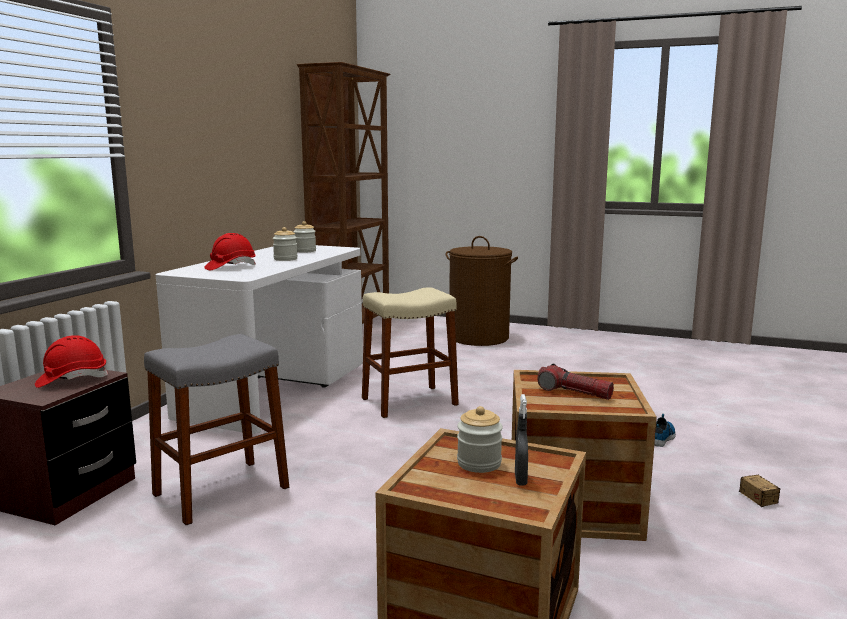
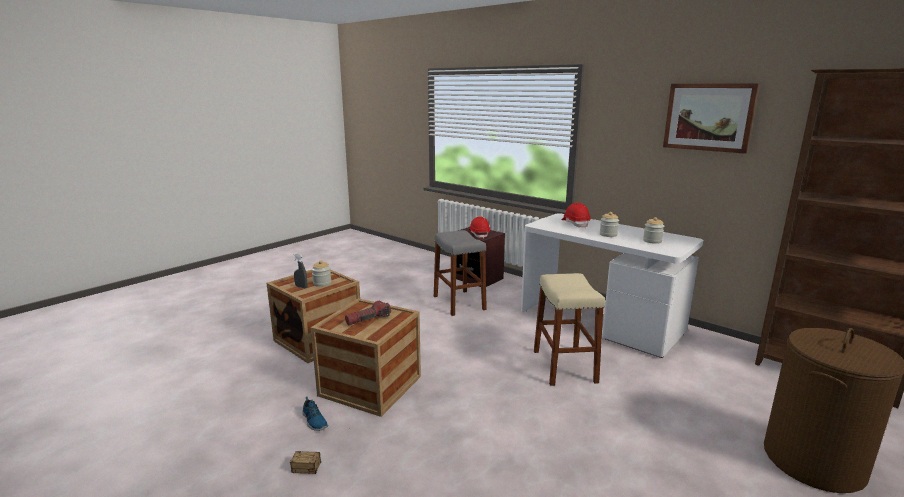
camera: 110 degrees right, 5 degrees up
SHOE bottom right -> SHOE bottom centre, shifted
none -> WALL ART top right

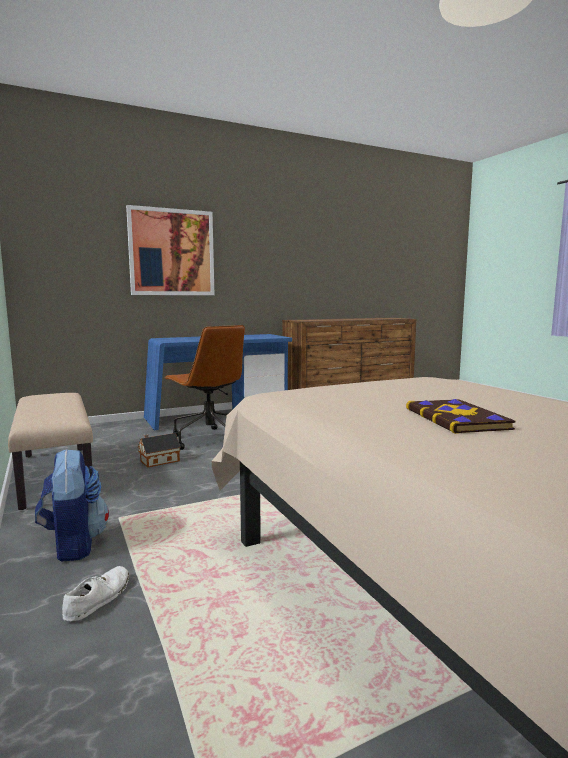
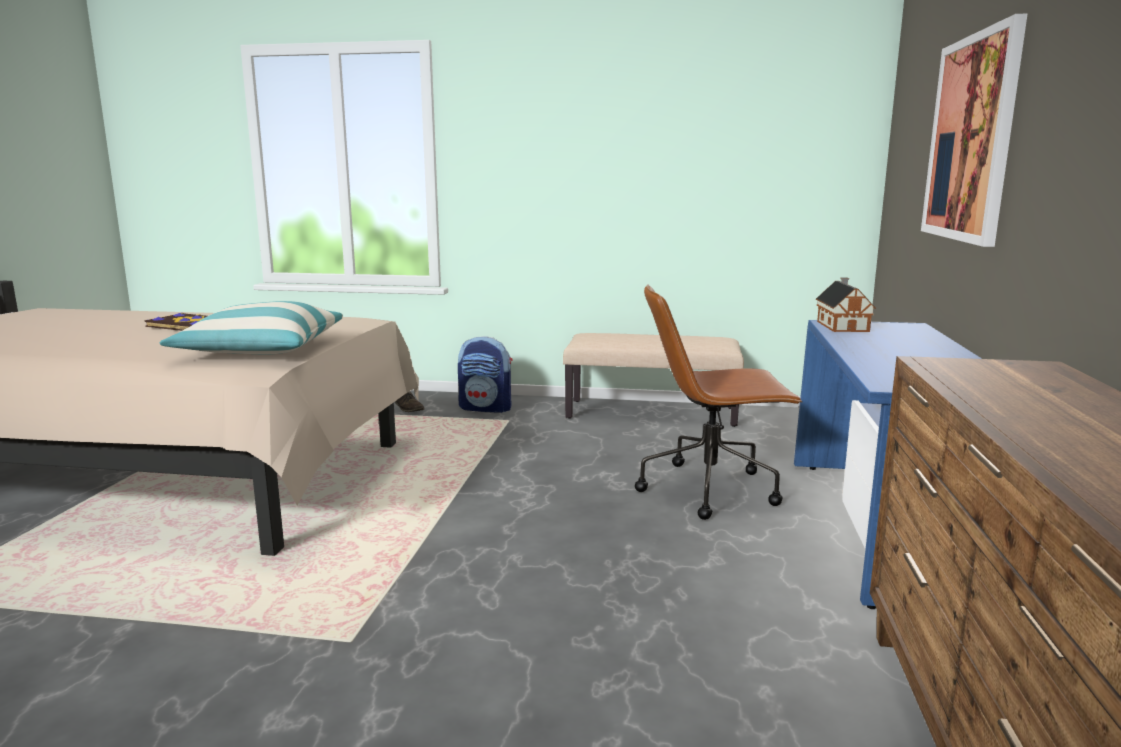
camera: 125 degrees right, 5 degrees up
WHITE SHOE bottom left -> BROWN SHOE centre
MINIATURE HOUSE middle left -> MINIATURE HOUSE middle right, shifted
none -> PILLOW middle left

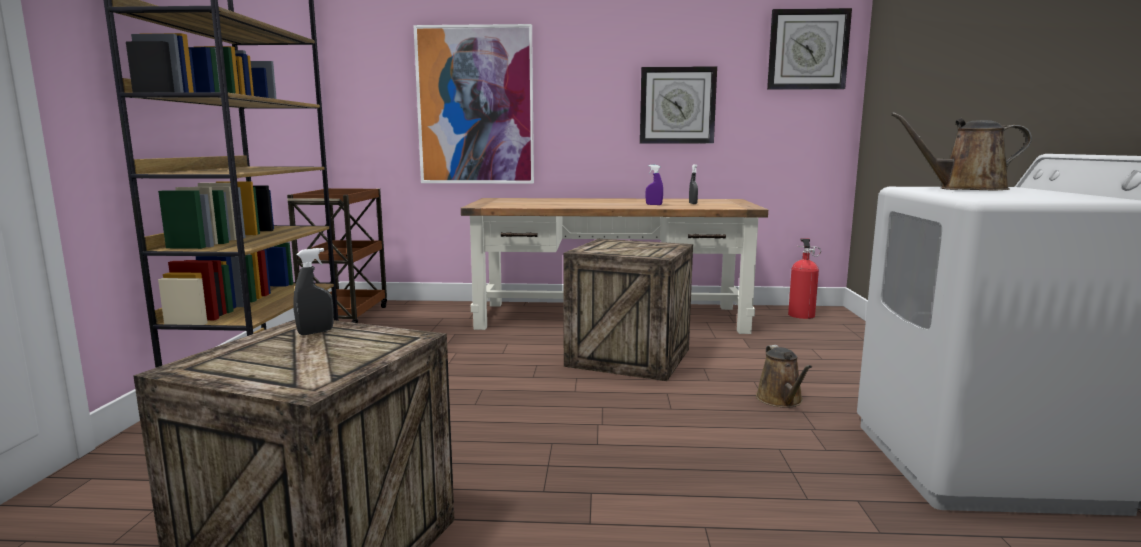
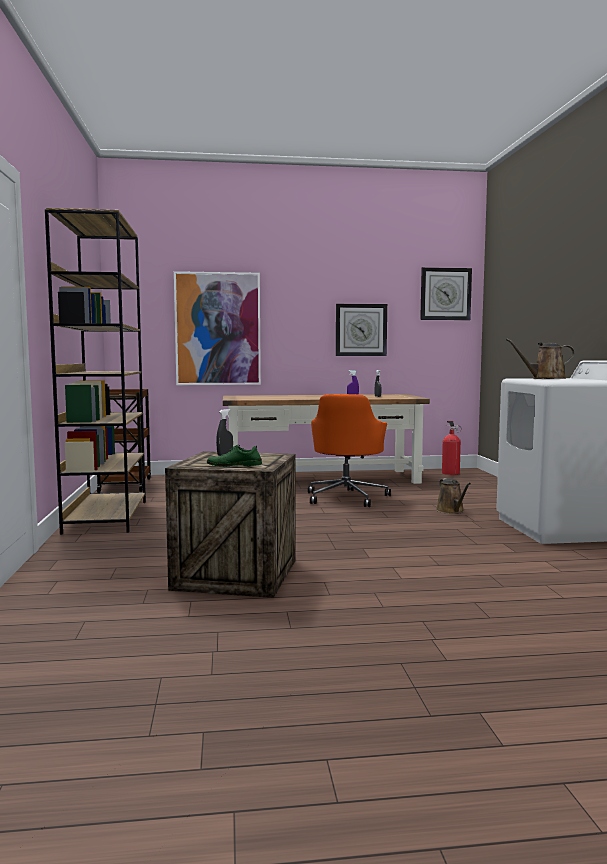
camera: 10 degrees left, 5 degrees down
CRATE (no. 2 from left) centre -> ORANGE OFFICE CHAIR centre
none -> GREEN SHOE centre

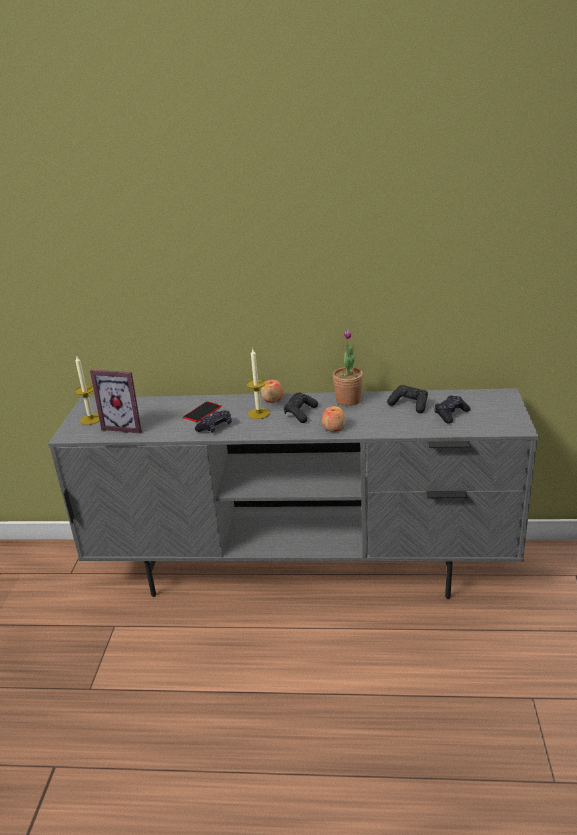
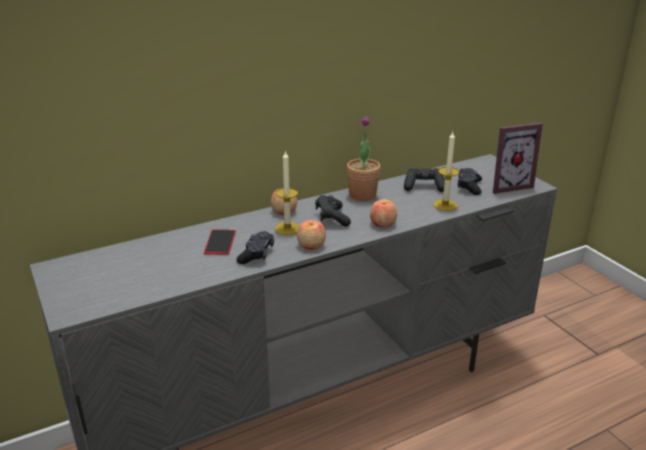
camera: 35 degrees left, 0 degrees up
WAX CANDLE (no. 1 from left in the first image) middle left -> WAX CANDLE (no. 2 from left) middle right, shifted
PICTURE FRAME middle left -> PICTURE FRAME middle right, shifted
none -> WHOLE APPLE (no. 2 from left) centre

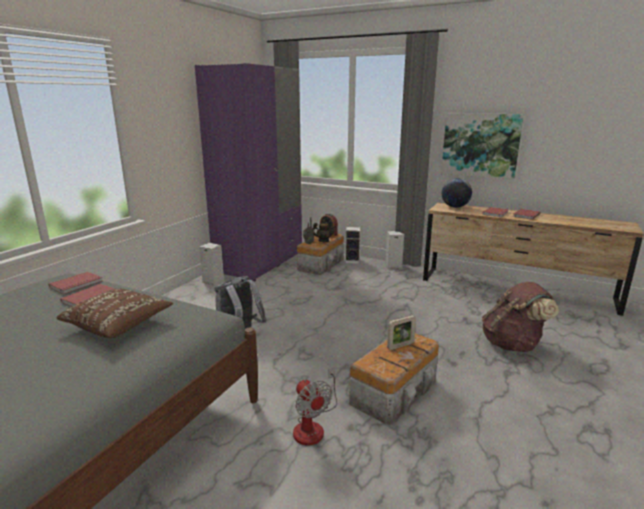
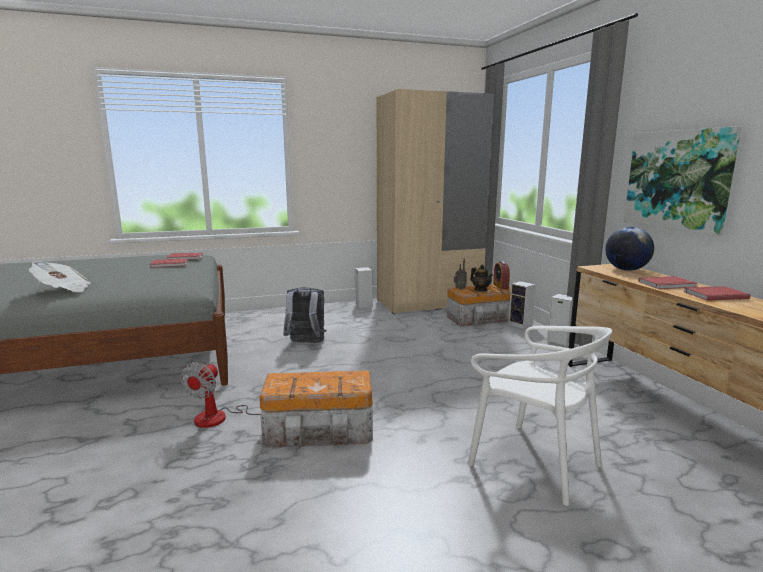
camera: 45 degrees right, 5 degrees down
BROWN PILLOW middle left -> none
PURPLISH CLOTHES CUPBOARD centre -> SAND-COLOURED CLOTHES CUPBOARD centre
PICTURE FRAME centre -> none
BROWN RUCKSACK middle right -> WHITE UPRIGHT CHAIR bottom right
none -> DAILY PAPER middle left

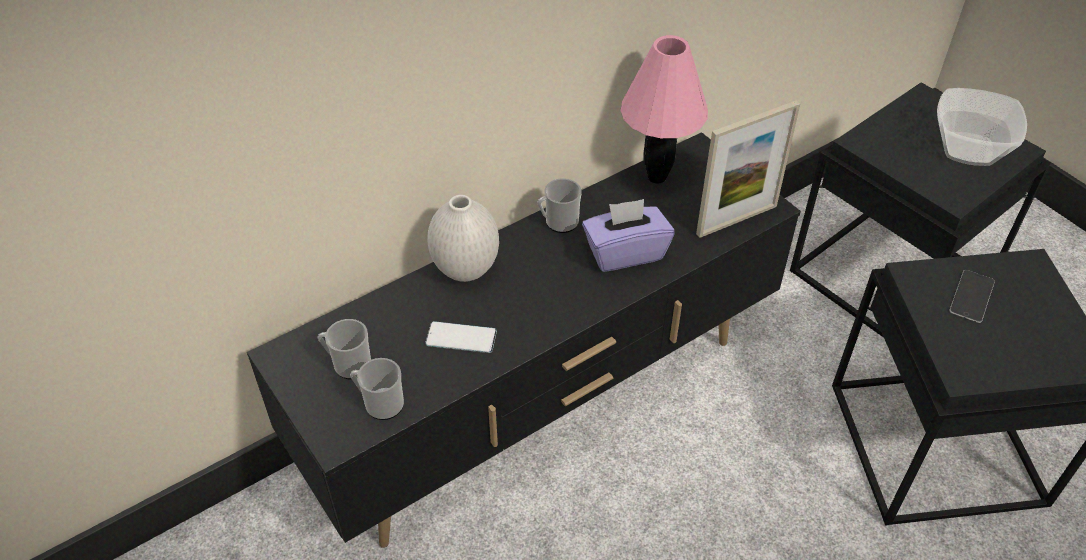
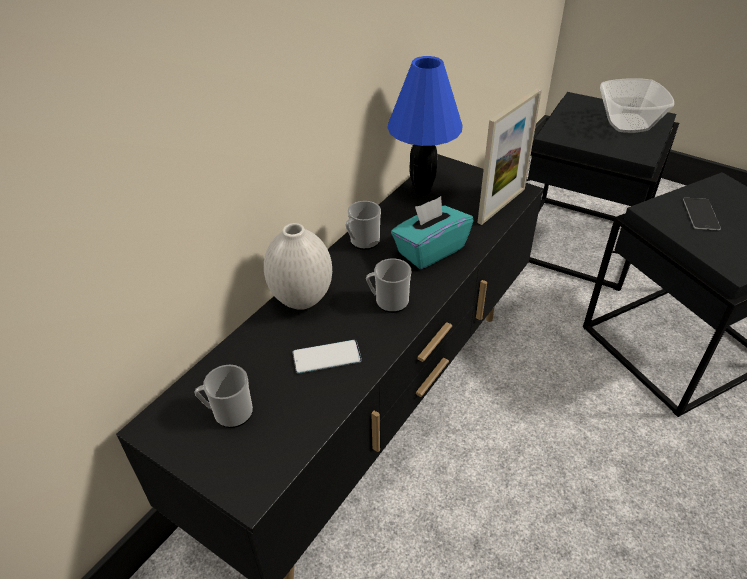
camera: 20 degrees left, 5 degrees down
MUG (no. 2 from left in the first image) bottom centre -> MUG (no. 3 from left) centre, shifted
PURPLISH TISSUE BOX centre -> TURQUOISE TISSUE BOX centre
PINK-COLOURED TABLETOP LAMP top centre -> BLUE-COLOURED TABLETOP LAMP top centre

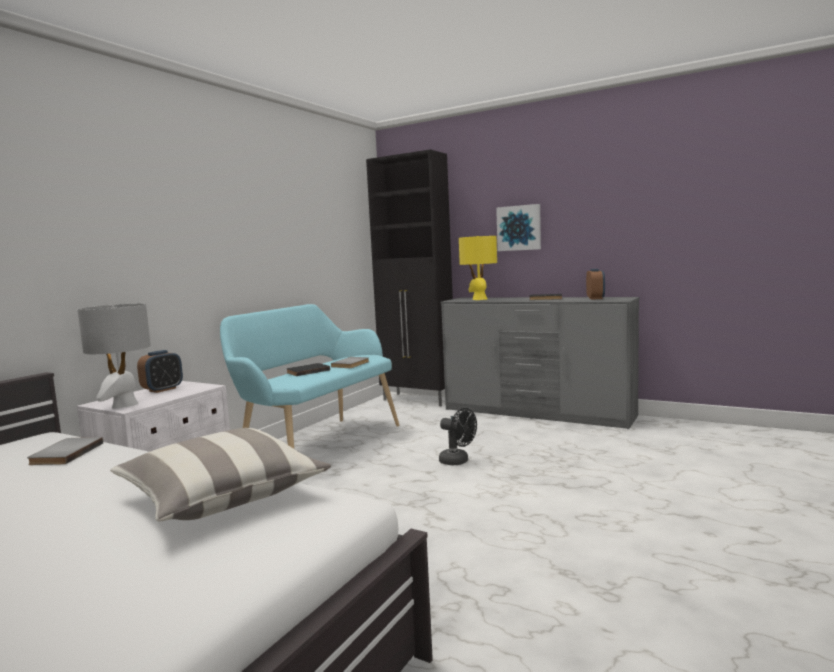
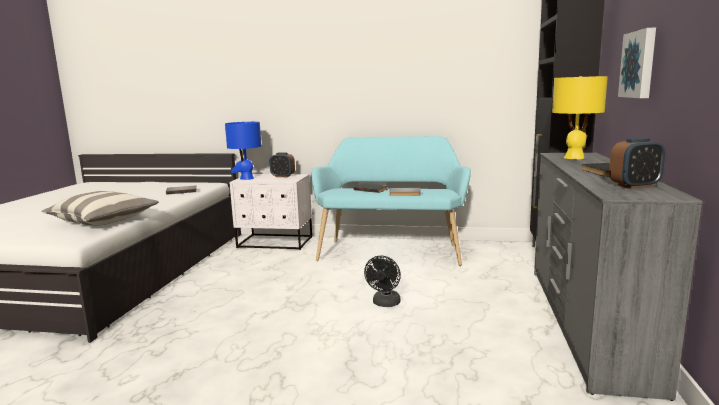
camera: 70 degrees right, 5 degrees up
GREYISH TABLETOP LAMP middle left -> BLUE-COLOURED TABLETOP LAMP centre

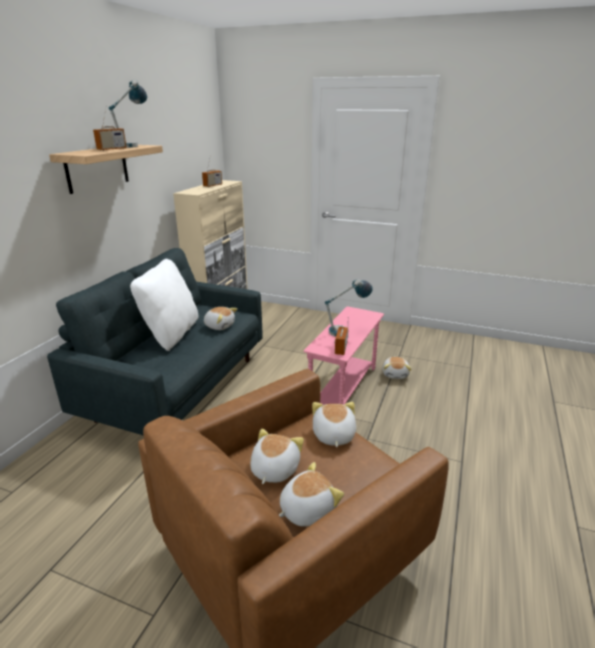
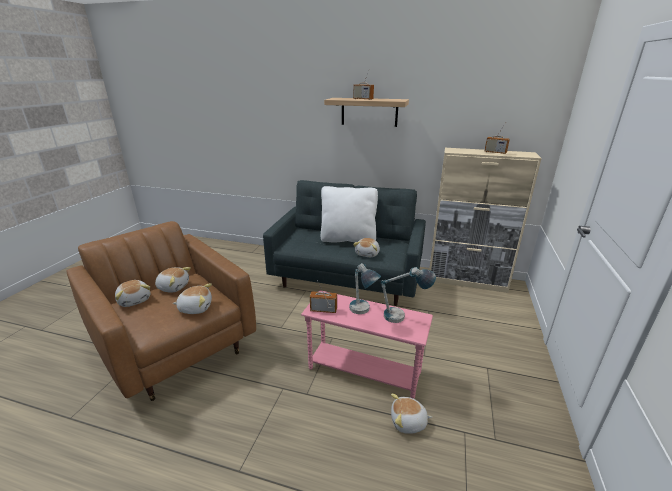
camera: 85 degrees right, 0 degrees up
TABLETOP LAMP (no. 1 from left in the first image) top left -> TABLETOP LAMP (no. 2 from left) centre, shifted

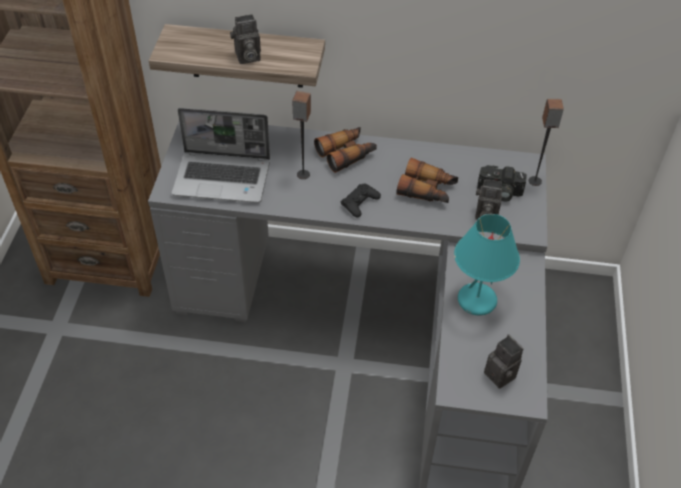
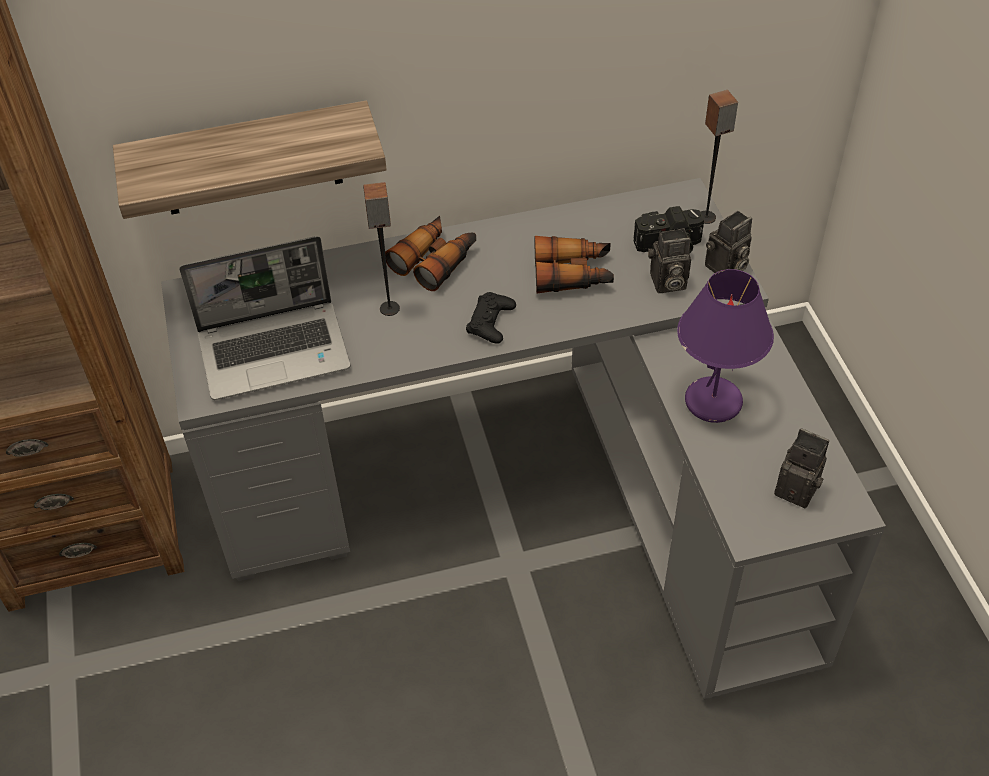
camera: 20 degrees left, 0 degrees up
PHOTO CAMERA (no. 1 from left in the first image) top centre -> PHOTO CAMERA (no. 3 from left) top right, shifted
TURQUOISE TABLETOP LAMP middle right -> PURPLISH TABLETOP LAMP middle right

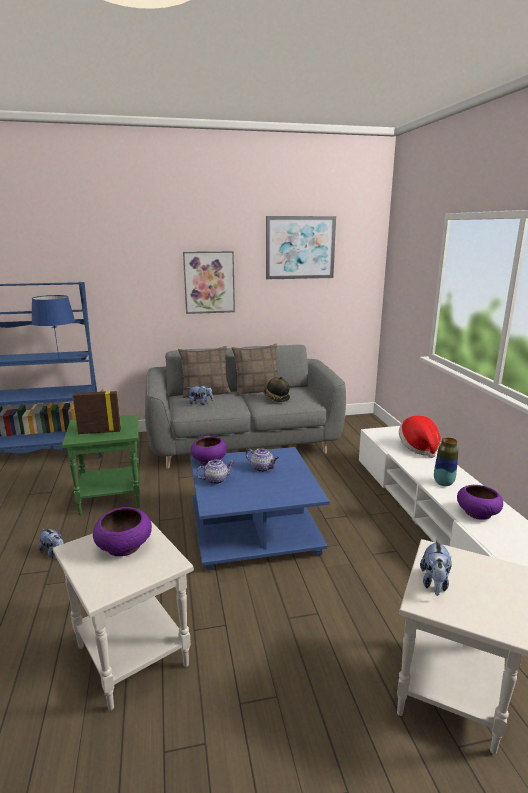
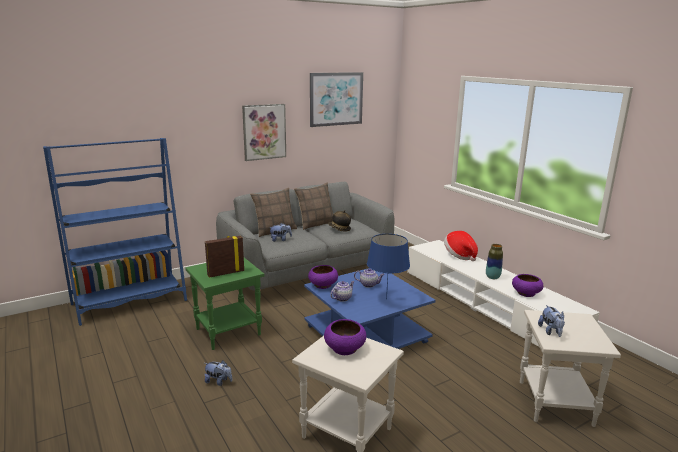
camera: 20 degrees left, 0 degrees up
BLUE-COLOURED TABLETOP LAMP middle left -> BLUE-COLOURED TABLETOP LAMP centre, shifted

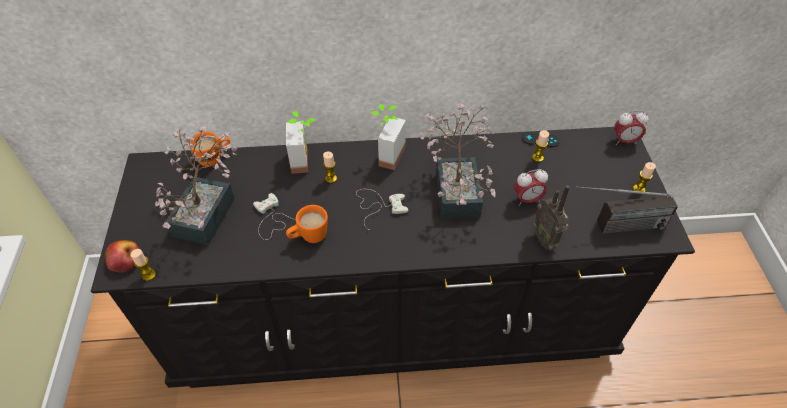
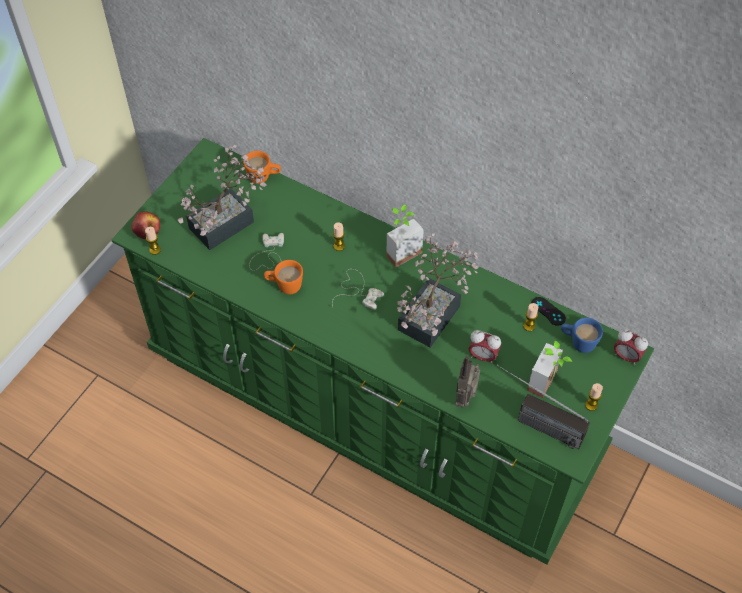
camera: 35 degrees right, 5 degrees up
BLACK DRAWER CHEST centre -> GREEN DRAWER CHEST centre
HOUSEPLANT (no. 2 from left in the first image) centre -> HOUSEPLANT (no. 4 from left) middle right, shifted
none -> BLUE-COLOURED MUG middle right

